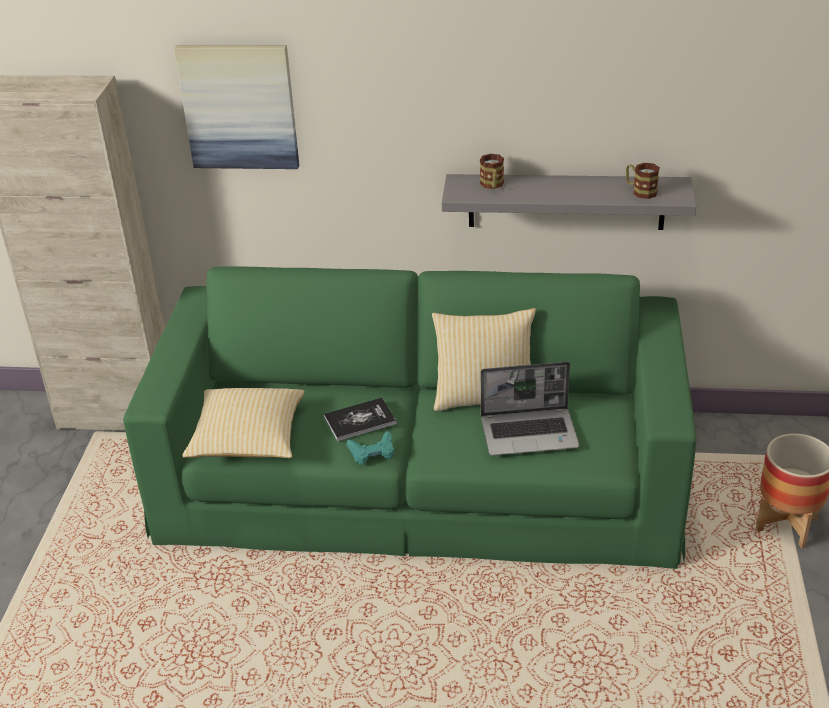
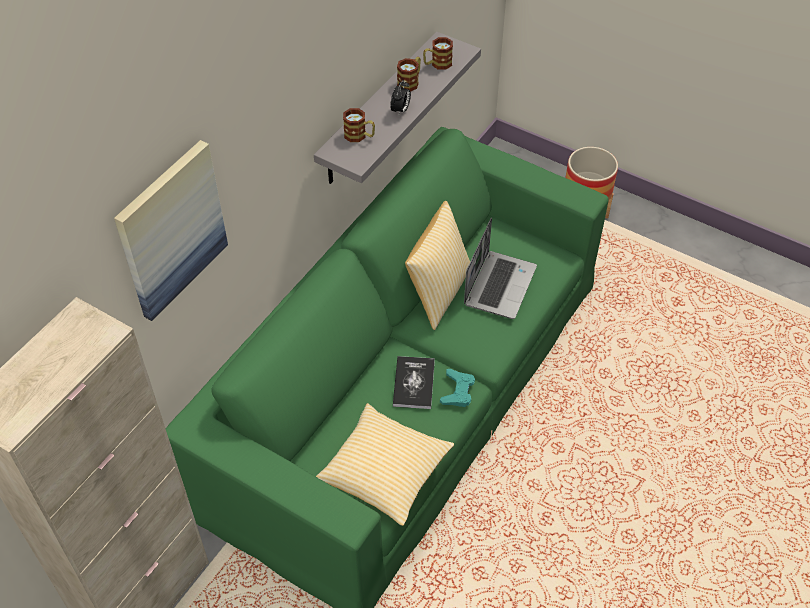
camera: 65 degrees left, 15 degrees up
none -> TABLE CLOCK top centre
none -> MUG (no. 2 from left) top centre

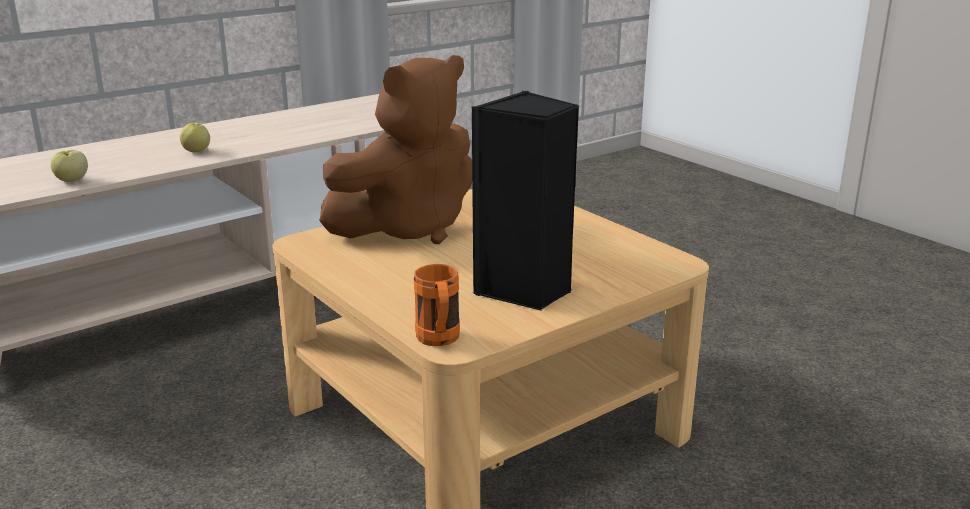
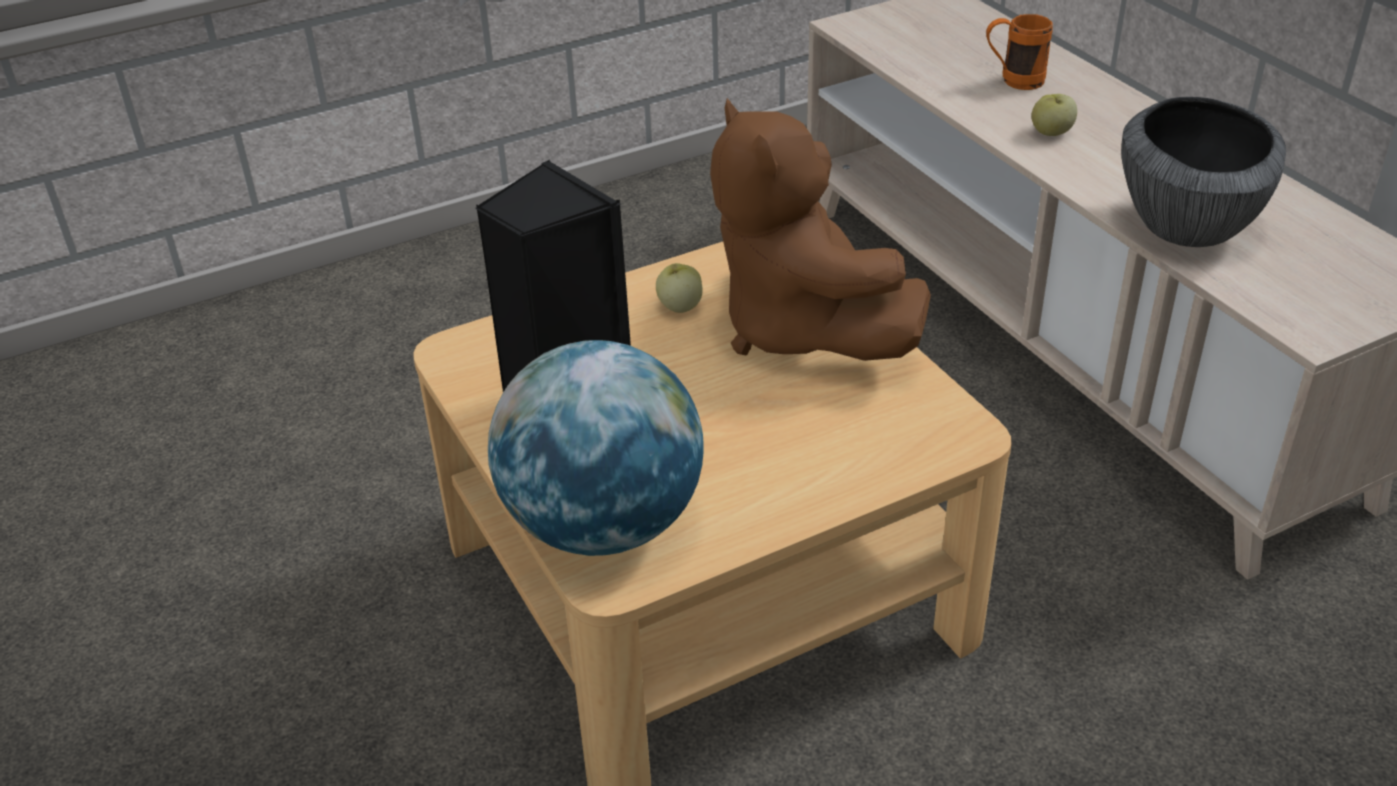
camera: 100 degrees right, 15 degrees up
WHOLE APPLE (no. 1 from left) top left -> WHOLE APPLE (no. 1 from left) centre, shifted
ORANGE MUG centre -> ORANGE MUG top right, shifted
none -> GLOBE centre
none -> SERVING BOWL top right

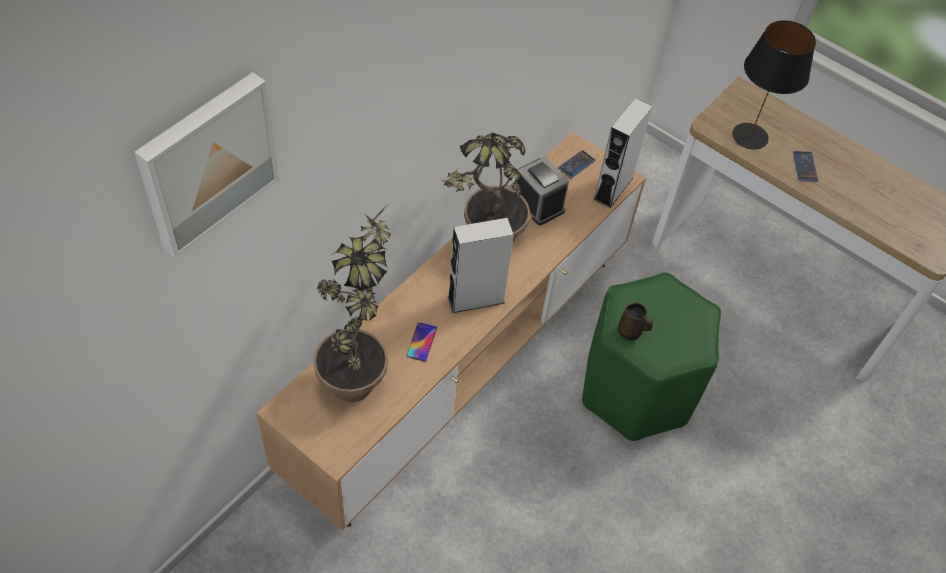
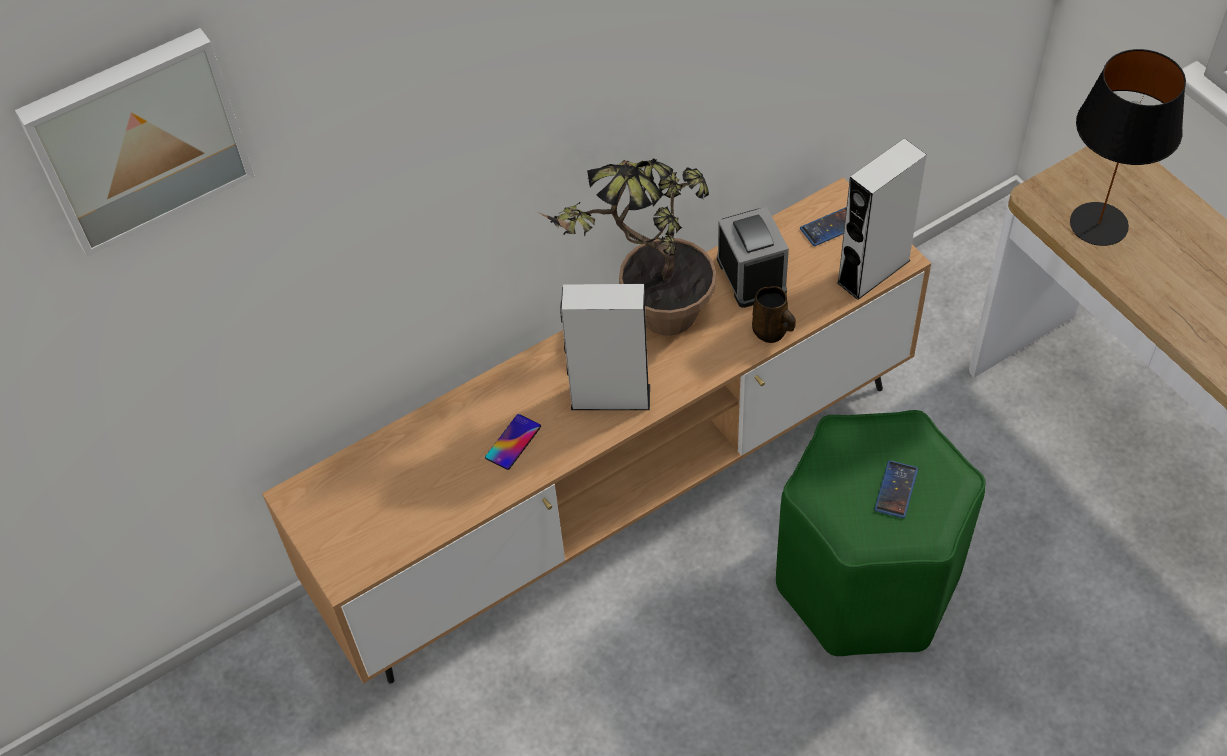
camera: 25 degrees right, 0 degrees up
HOUSEPLANT (no. 1 from left) centre -> none
BROWN MUG middle right -> BROWN MUG centre, shifted
HANDSET (no. 3 from left) top right -> HANDSET (no. 3 from left) middle right, shifted

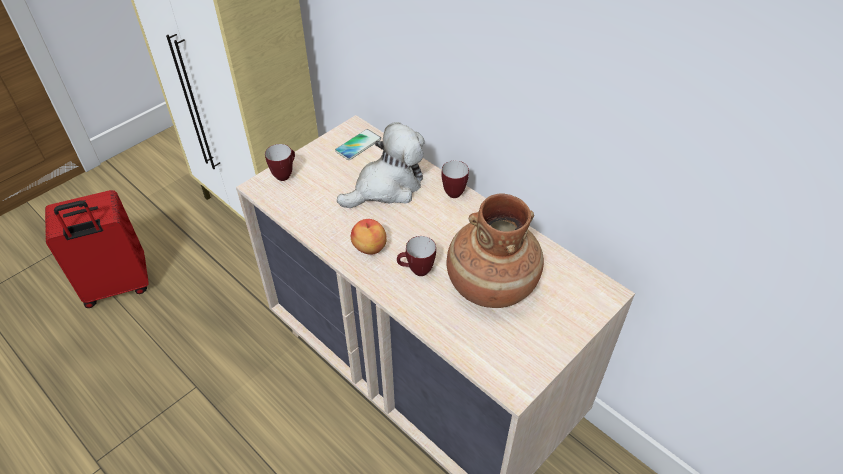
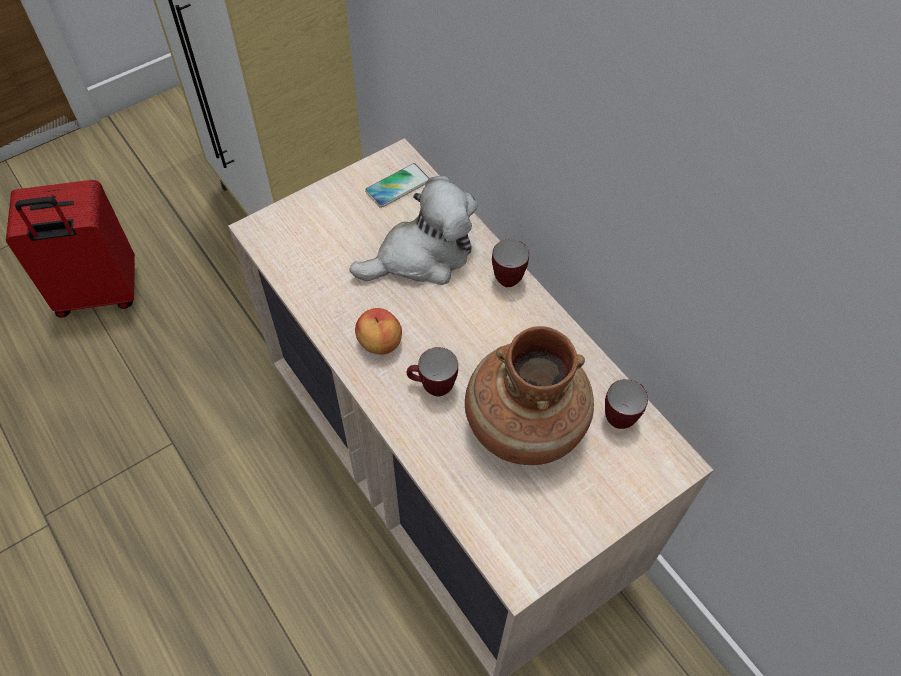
camera: 10 degrees right, 10 degrees up
MUG (no. 1 from left in the first image) middle left -> MUG (no. 3 from left) middle right, shifted

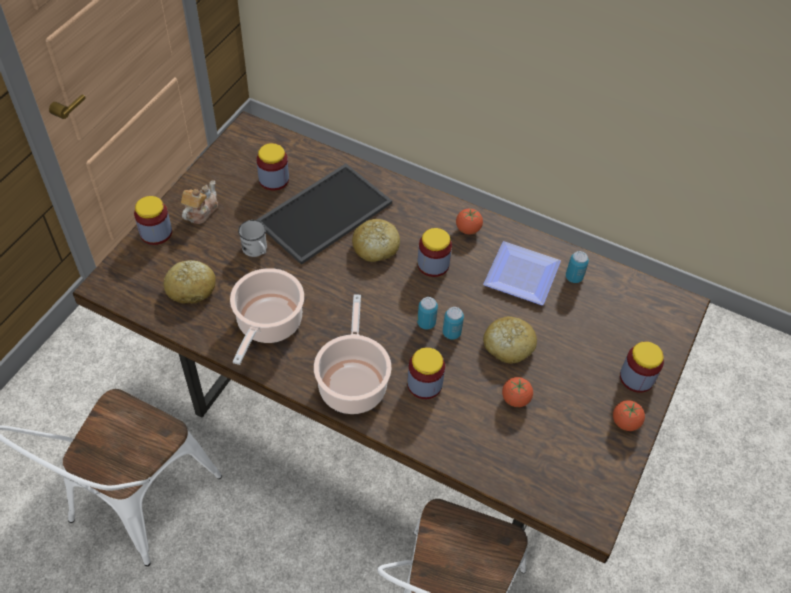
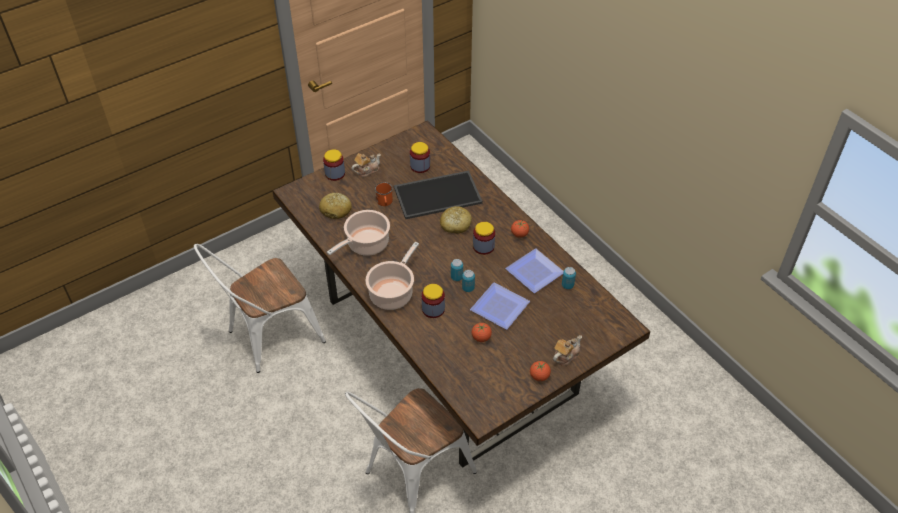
camera: 30 degrees right, 5 degrees down
WHITE MUG middle left -> ORANGE MUG centre
BAKED BREAD (no. 3 from left) centre -> PLATE (no. 1 from left) centre
PRESERVE JAR (no. 5 from left) middle right -> POT FOR TEA (no. 2 from left) bottom centre

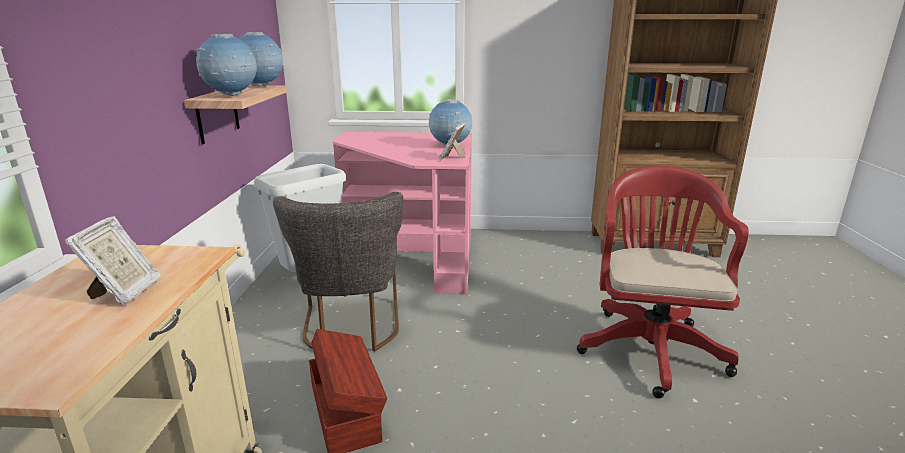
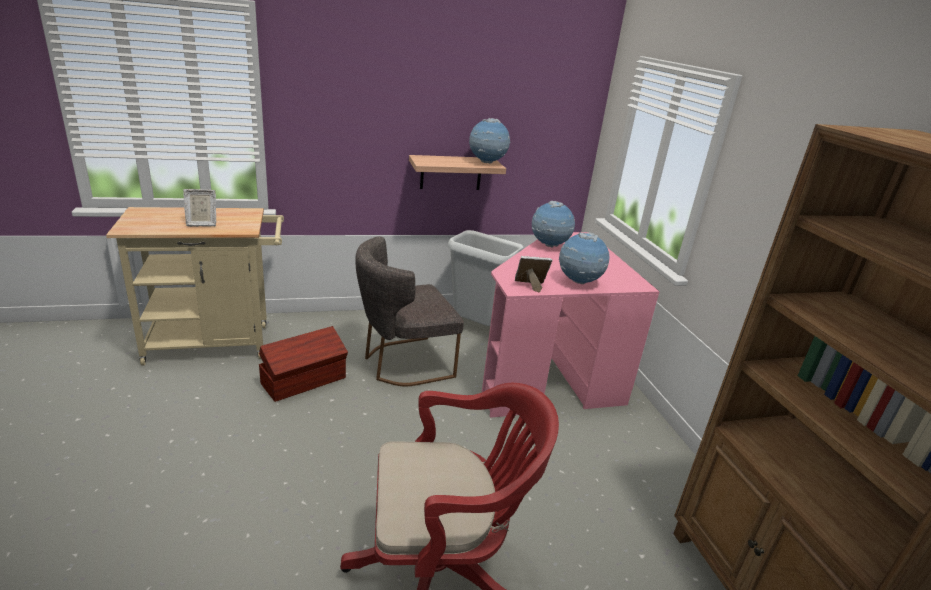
camera: 70 degrees right, 5 degrees up
GLOBE (no. 1 from left in the first image) top left -> GLOBE (no. 2 from left) centre, shifted

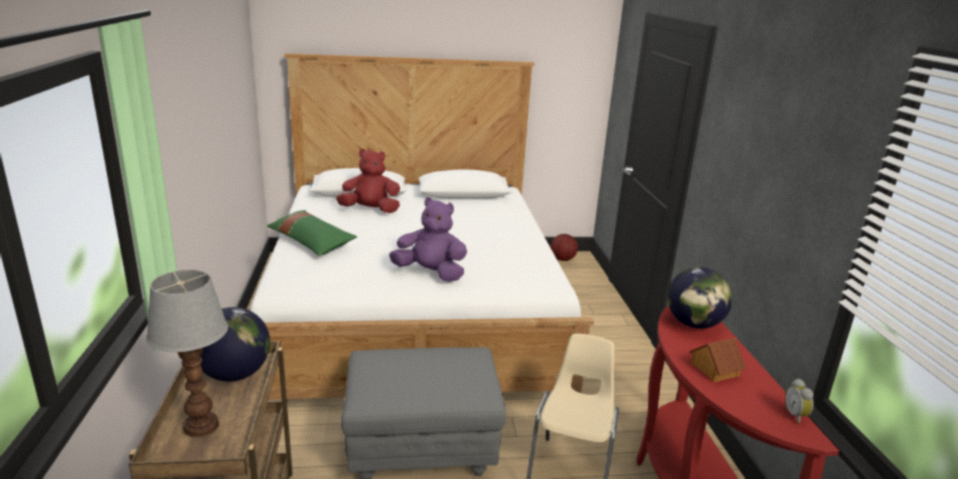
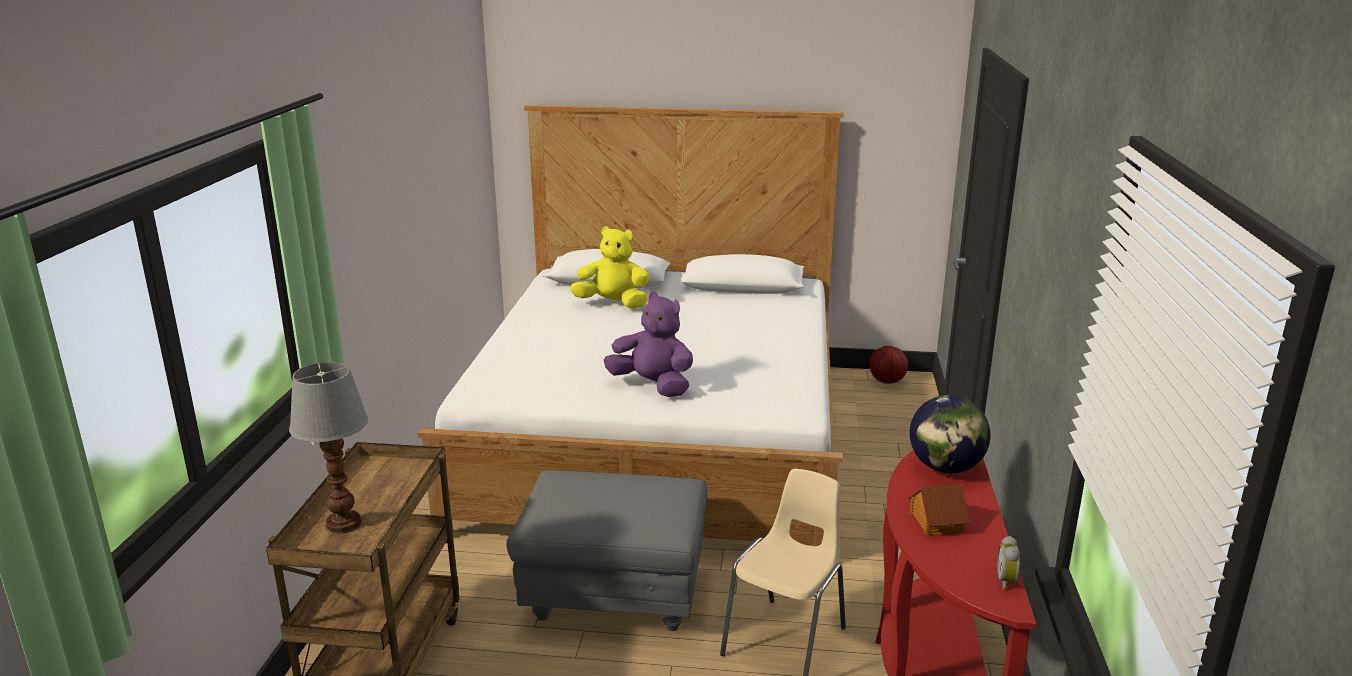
camera: 15 degrees right, 0 degrees up
GLOBE (no. 1 from left) bottom left -> none
GREEN PILLOW middle left -> none
REDDISH CUDDLY TOY centre -> YELLOW CUDDLY TOY centre

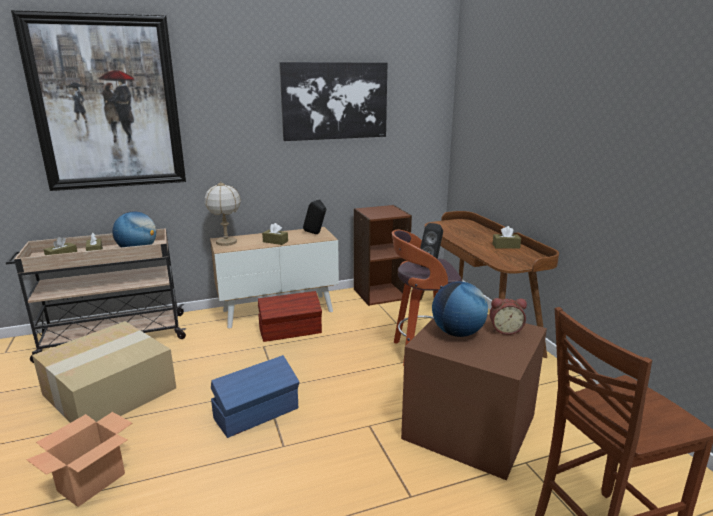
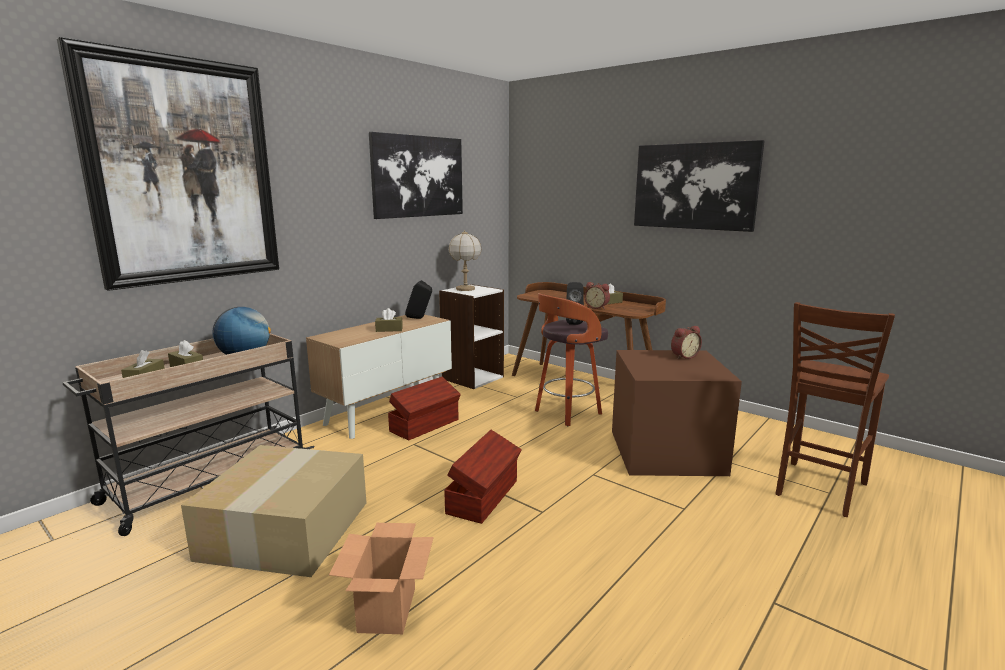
camera: 30 degrees left, 5 degrees down
TABLETOP LAMP middle left -> TABLETOP LAMP centre, shifted
BLUE-COLOURED STORAGE BOX bottom centre -> BROWN STORAGE BOX (no. 2 from left) bottom centre
BROWN BOOKSHELF centre -> WHITE BOOKSHELF centre
GLOBE (no. 2 from left) centre -> none
none -> TABLE CLOCK (no. 1 from left) centre
none -> WALL ART (no. 3 from left) top right

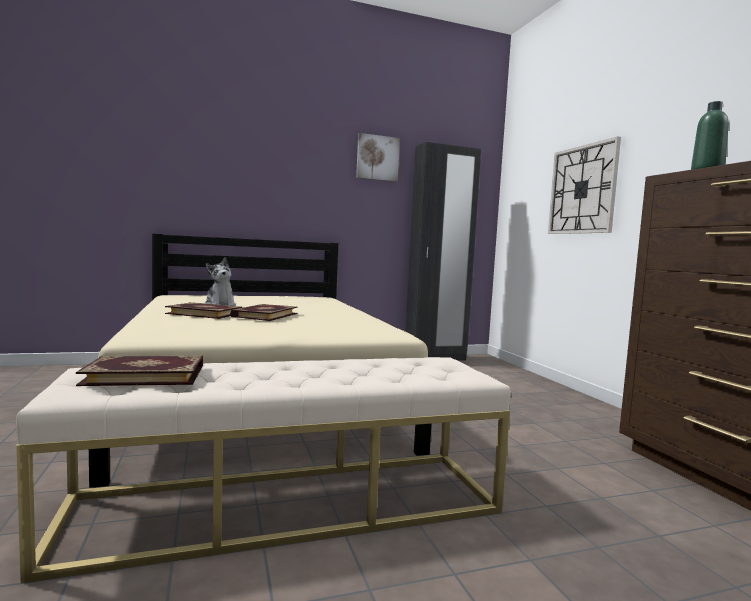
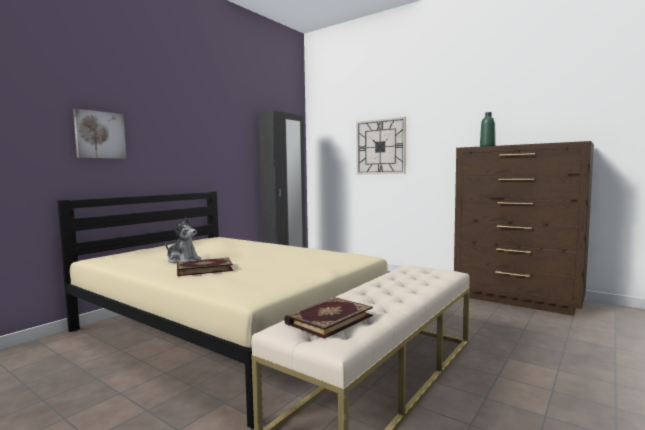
camera: 35 degrees left, 0 degrees up
BOOK (no. 3 from left) centre -> none
WALL ART top centre -> WALL ART top left, shifted

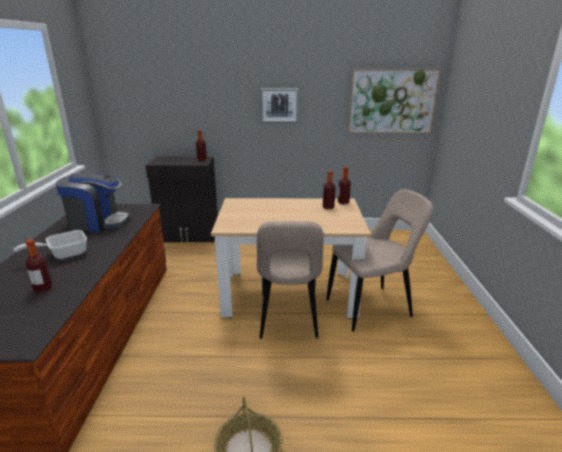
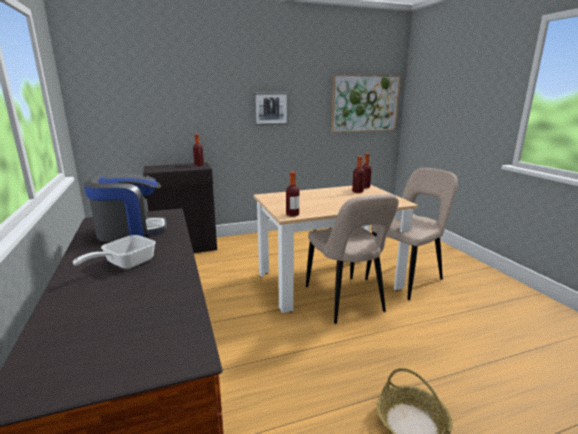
camera: 20 degrees left, 5 degrees down
DRINK BOTTLE (no. 1 from left in the first image) middle left -> DRINK BOTTLE (no. 2 from left) centre, shifted

